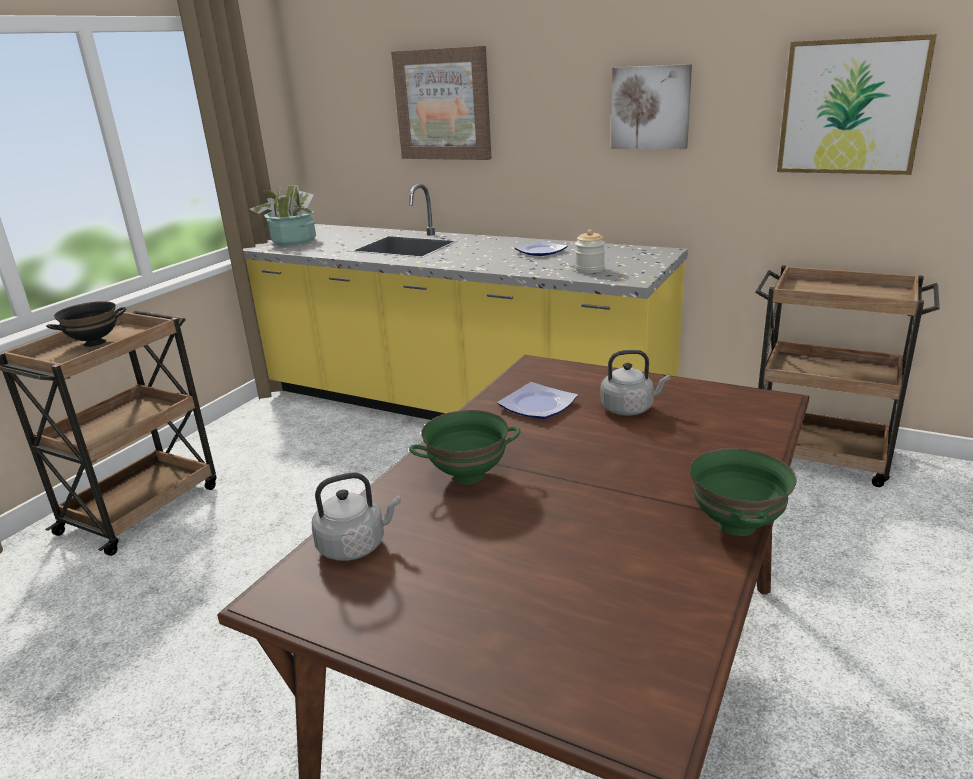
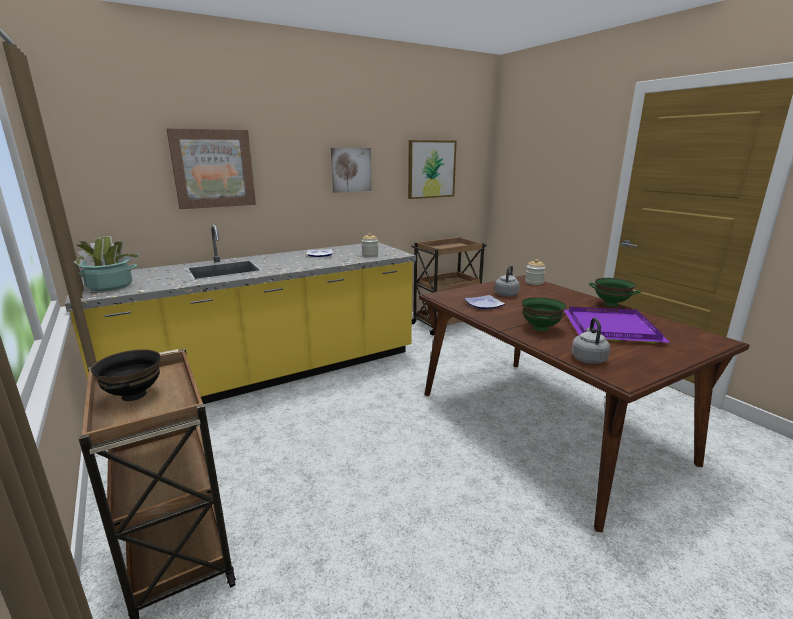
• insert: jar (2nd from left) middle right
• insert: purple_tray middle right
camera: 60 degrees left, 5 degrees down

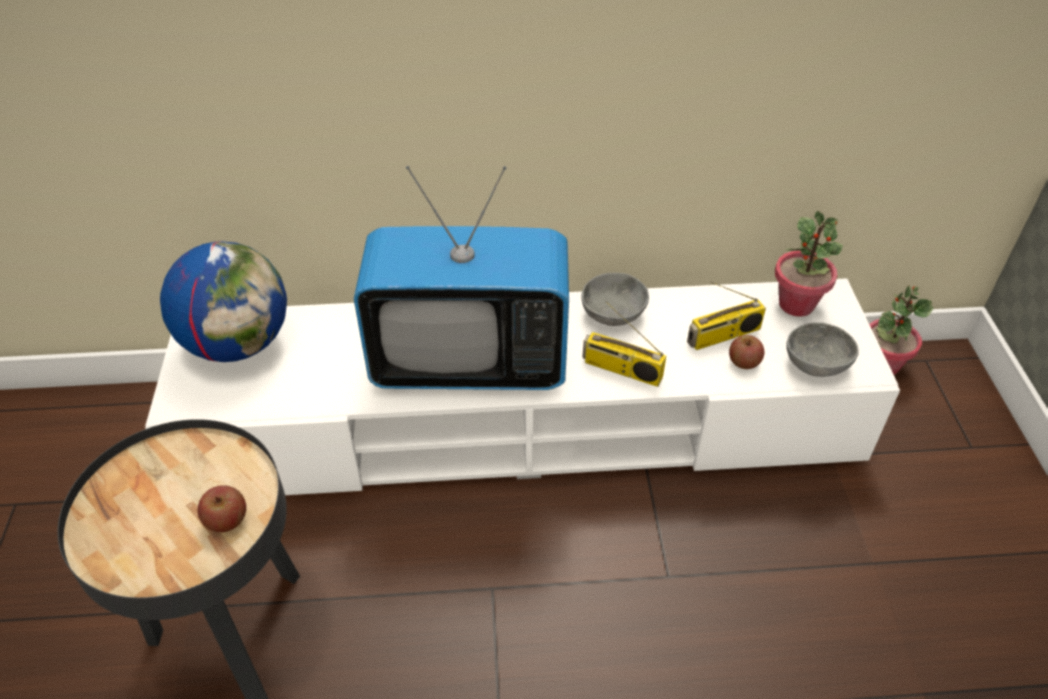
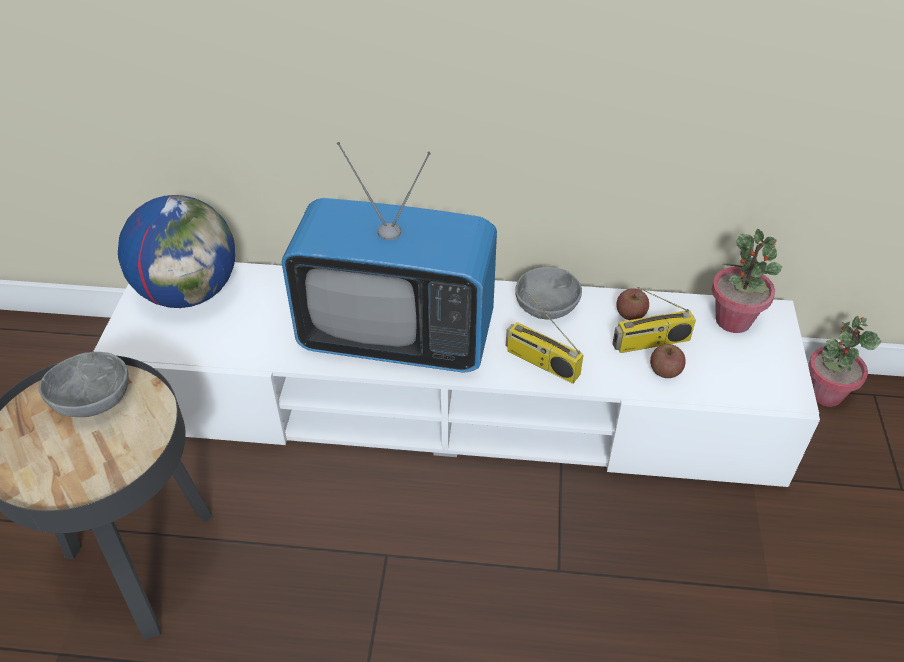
• move: grey_bowl (2nd from left in the first image) middle right to grey_bowl (1st from left) middle left
• move: apple (1st from left) bottom left to middle right
camera: 10 degrees right, 0 degrees up

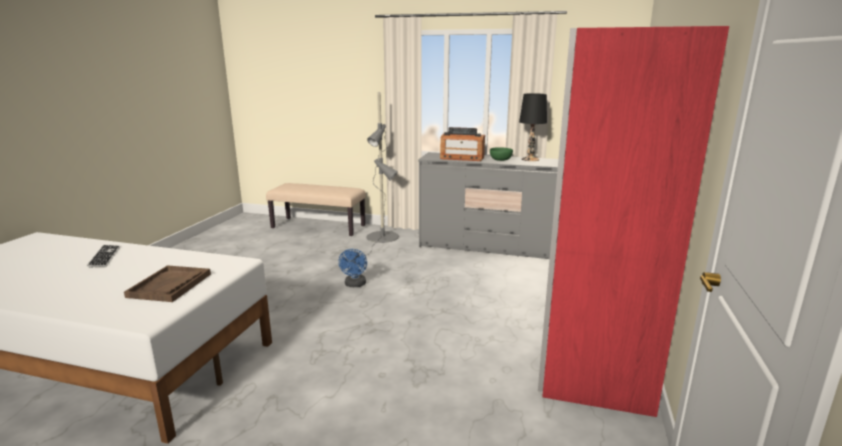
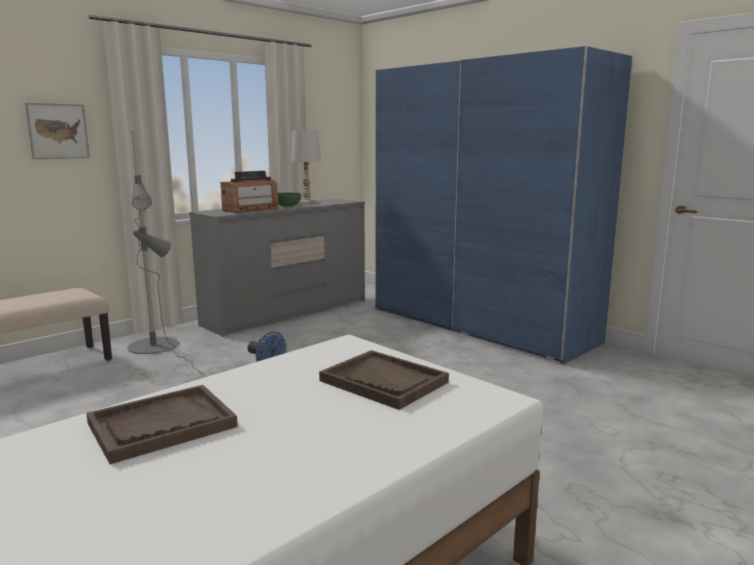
• insert: picture top left
• replace: keyboard middle left to brown_tray (1st from left) bottom left
• recolor: black_table_lamp top centre to white_table_lamp top centre
• recolor: red_wardrobe middle right to blue_wardrobe middle right
camera: 60 degrees left, 5 degrees down

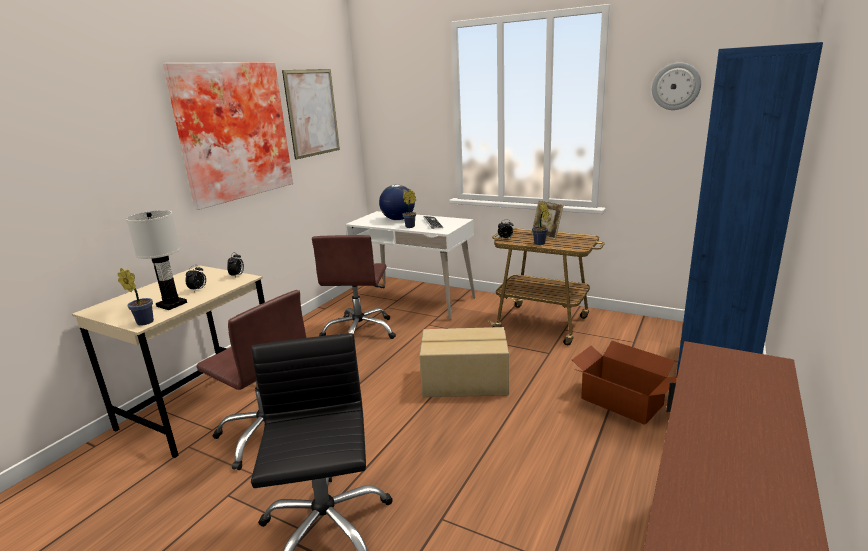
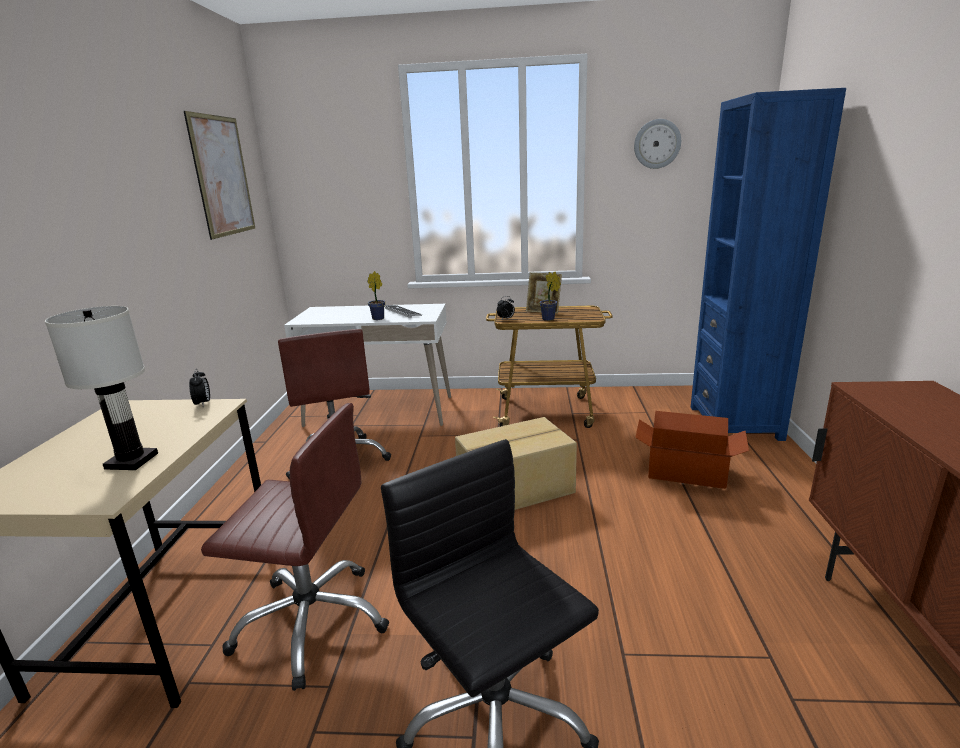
• delete: potted_plant (1st from left) middle left
• delete: picture (1st from left) top left
• delete: alarm_clock (1st from left) middle left
• delete: globe centre
camera: 25 degrees left, 0 degrees up

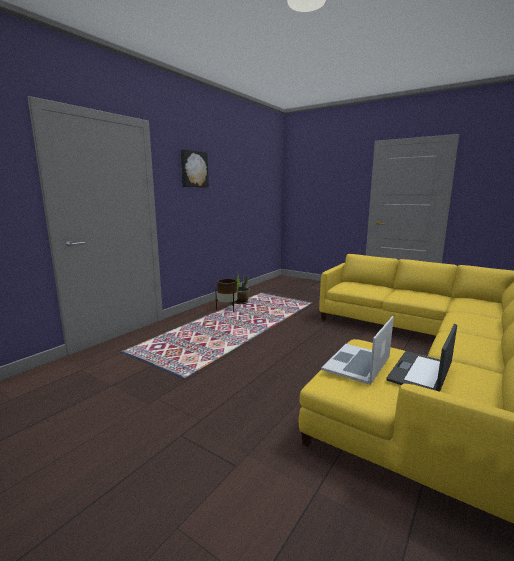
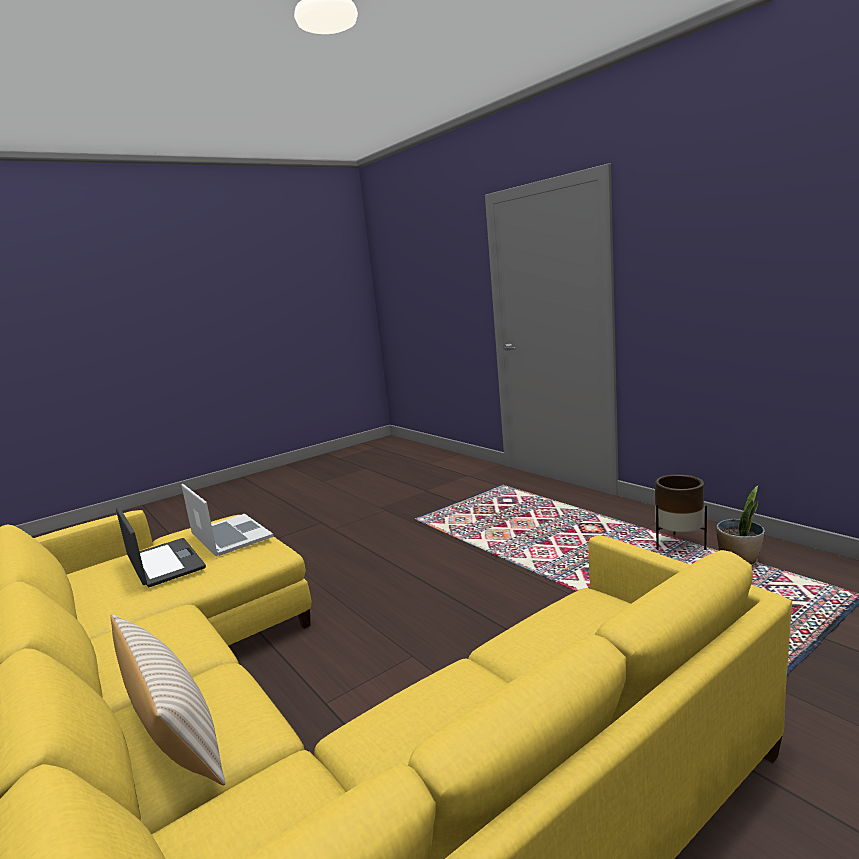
• insert: beige_pillow bottom left
• delete: picture top centre
camera: 110 degrees right, 0 degrees up

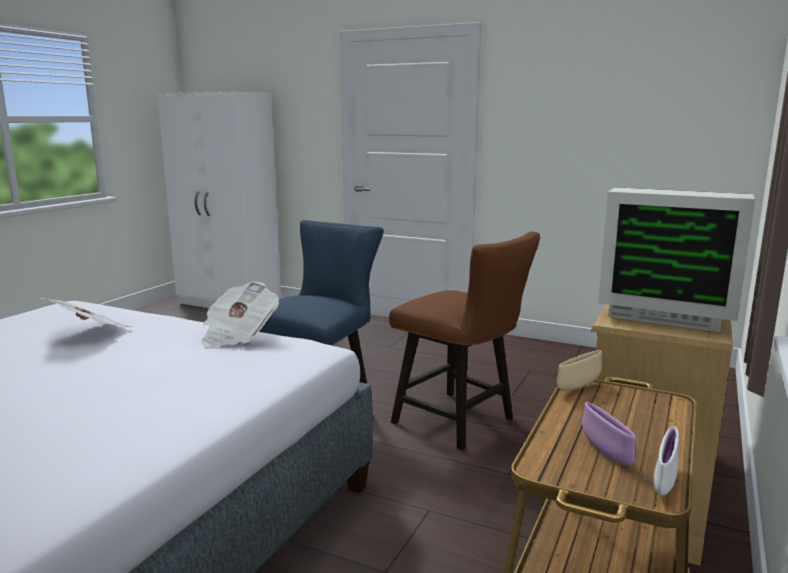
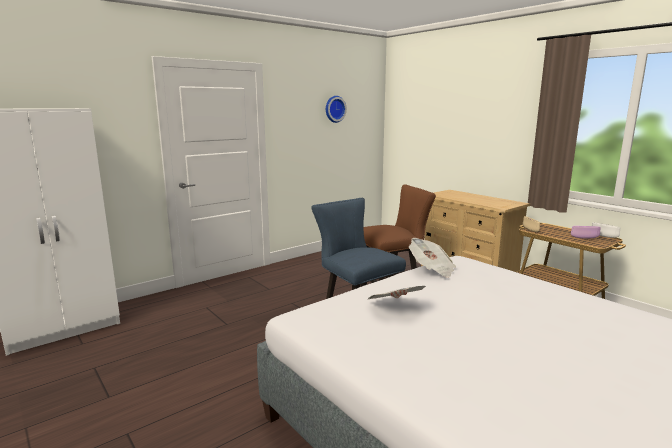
• insert: wall_clock top centre
• delete: monitor middle right
camera: 65 degrees left, 0 degrees up

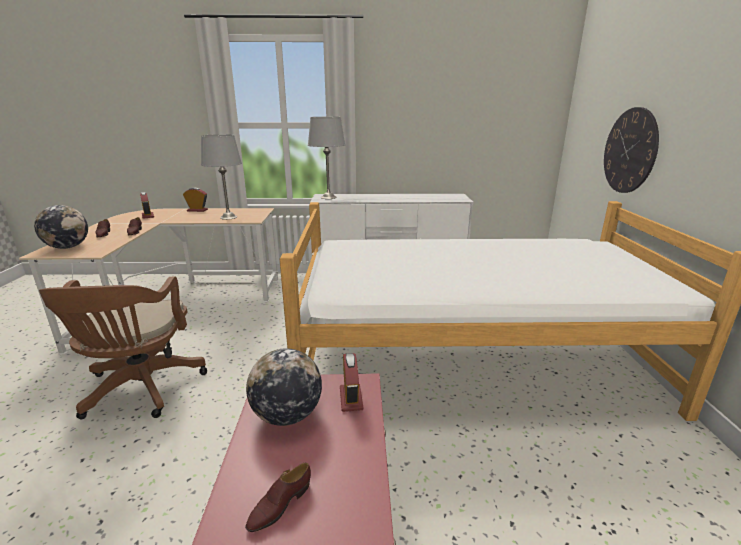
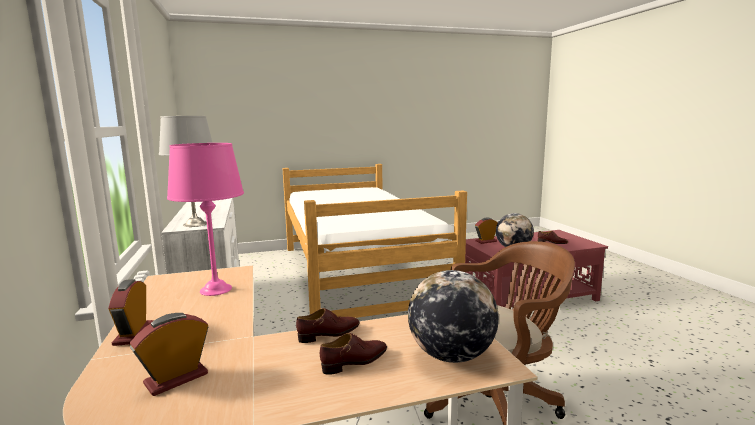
• recolor: grey_table_lamp (1st from left) top left to pink_table_lamp middle left
• delete: wall_clock top right
camera: 105 degrees left, 10 degrees down

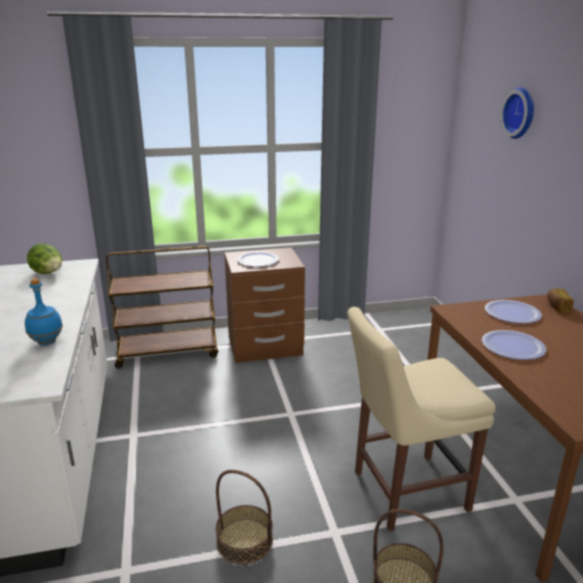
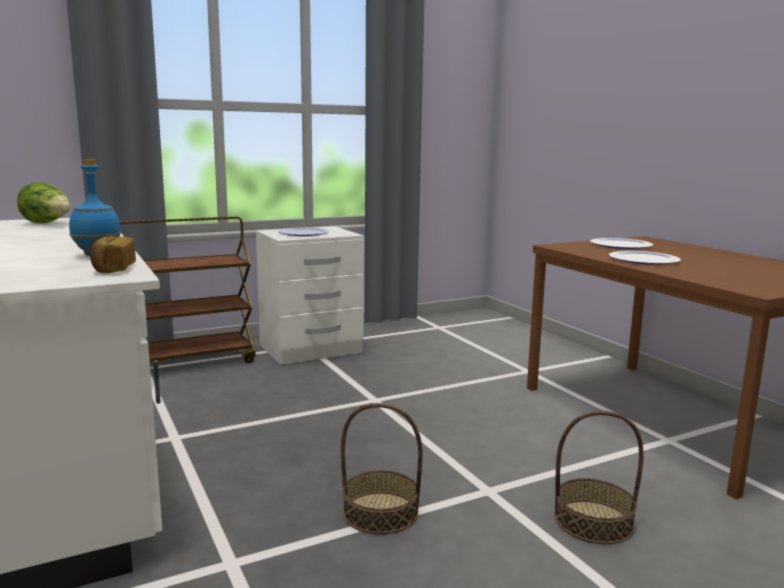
• move: bread middle right to middle left
• recolor: brown_nightstand centre to white_nightstand centre
• delete: beige_chair bottom right
• delete: wall_clock top right
camera: 15 degrees left, 10 degrees down

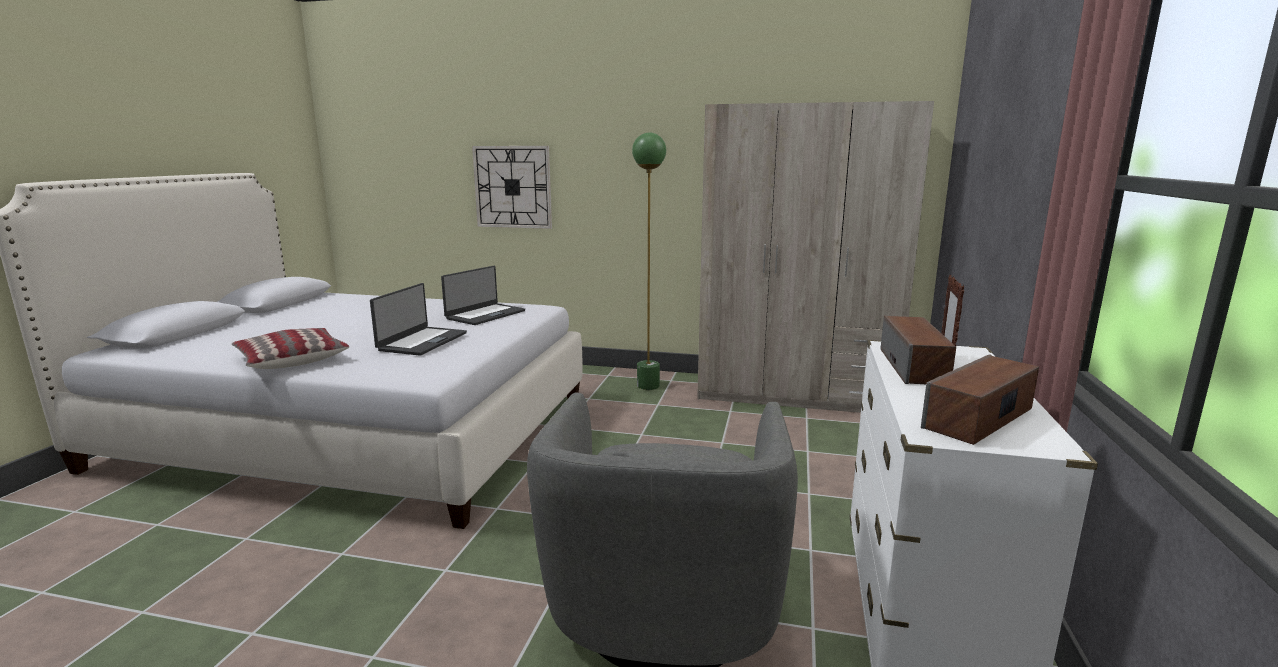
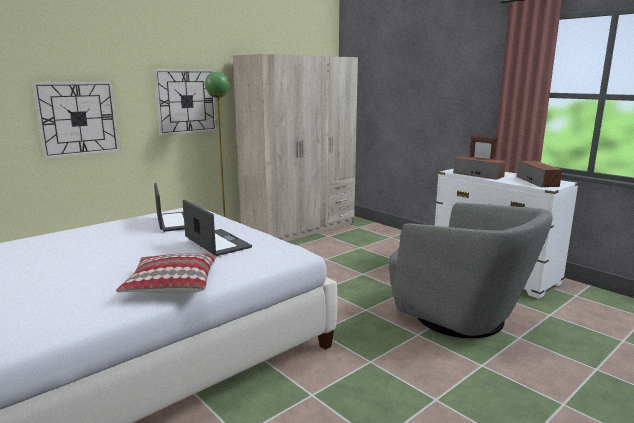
• insert: wall_clock (2nd from left) top left
camera: 55 degrees left, 0 degrees up

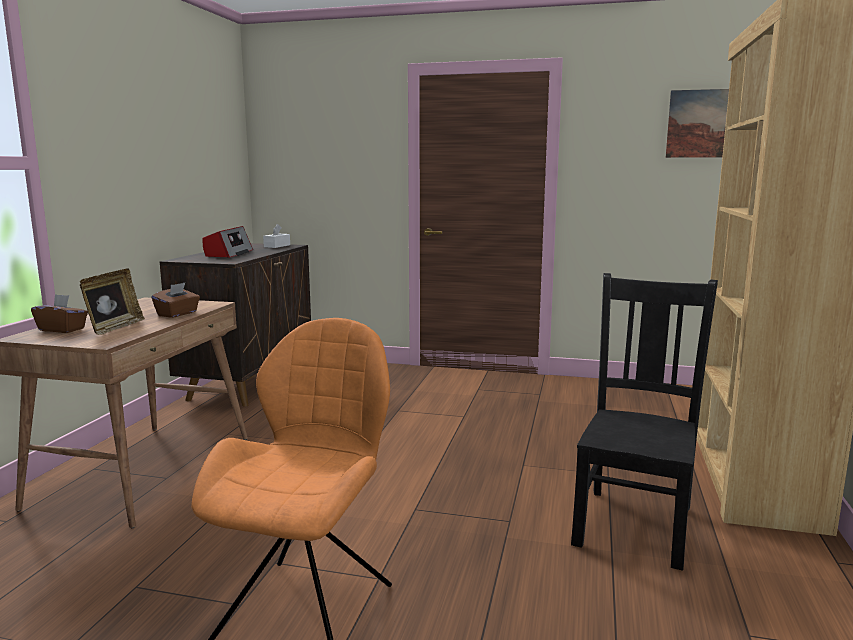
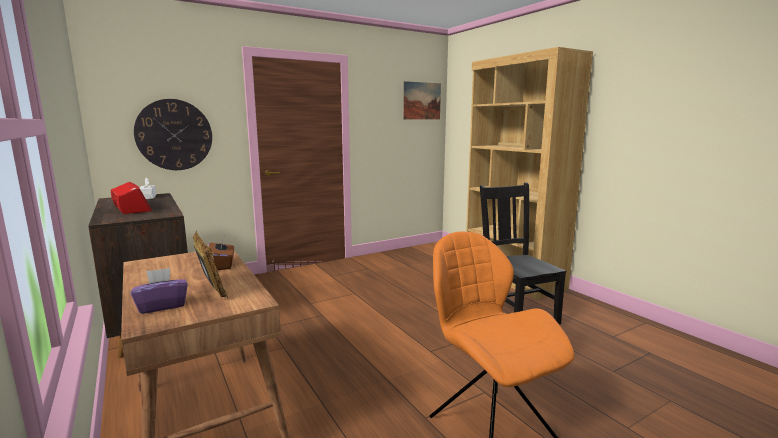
• recolor: brown_tissue_box (1st from left) middle left to purple_tissue_box middle left
• insert: wall_clock top left
camera: 45 degrees left, 0 degrees up

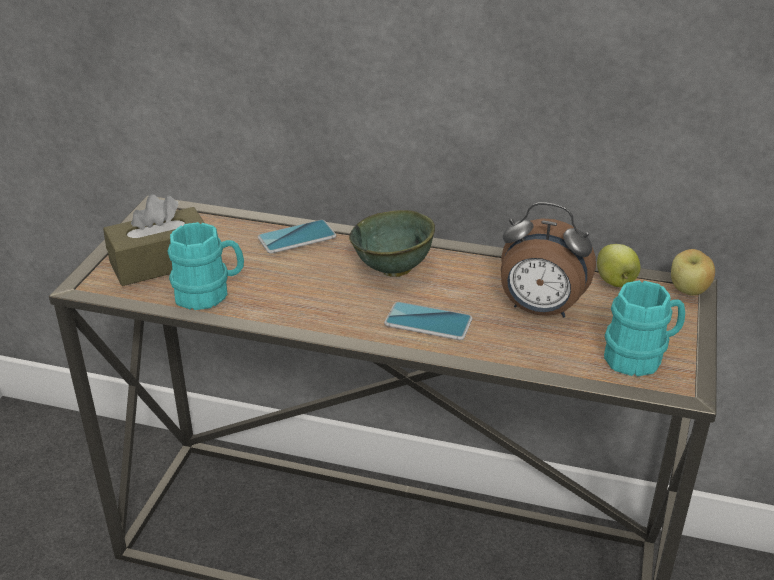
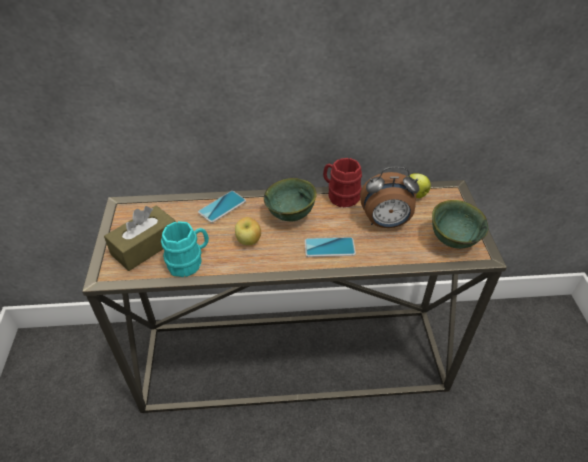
• move: apple (2nd from left in the first image) middle right to apple (1st from left) centre
• insert: red_mug centre
• replace: turquoise_mug (2nd from left) middle right to green_bowl (2nd from left) middle right
camera: 20 degrees left, 10 degrees up

